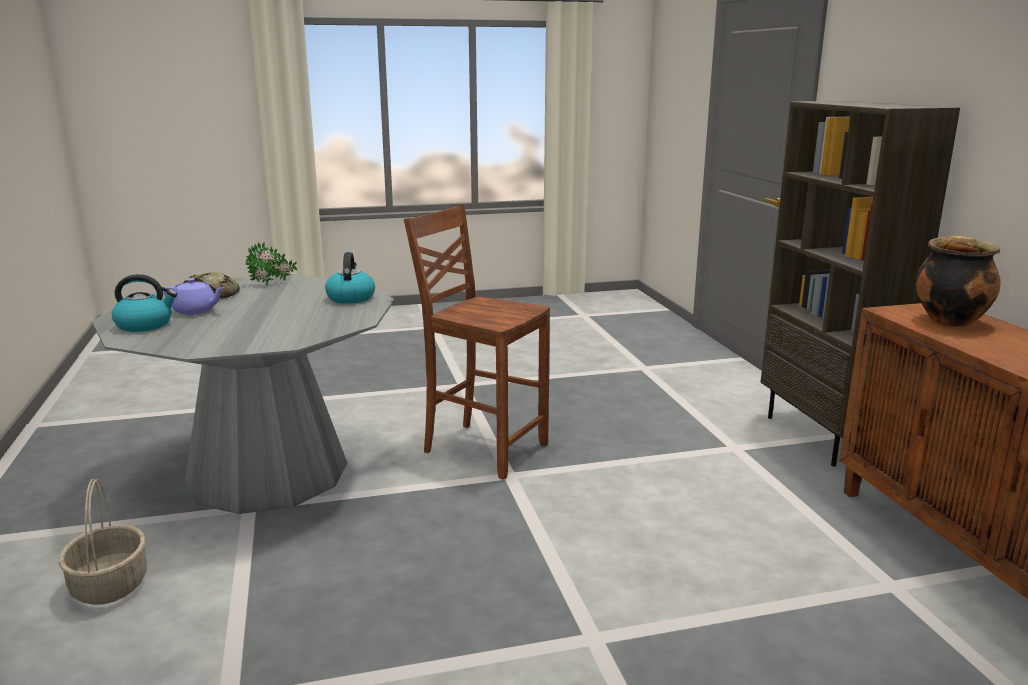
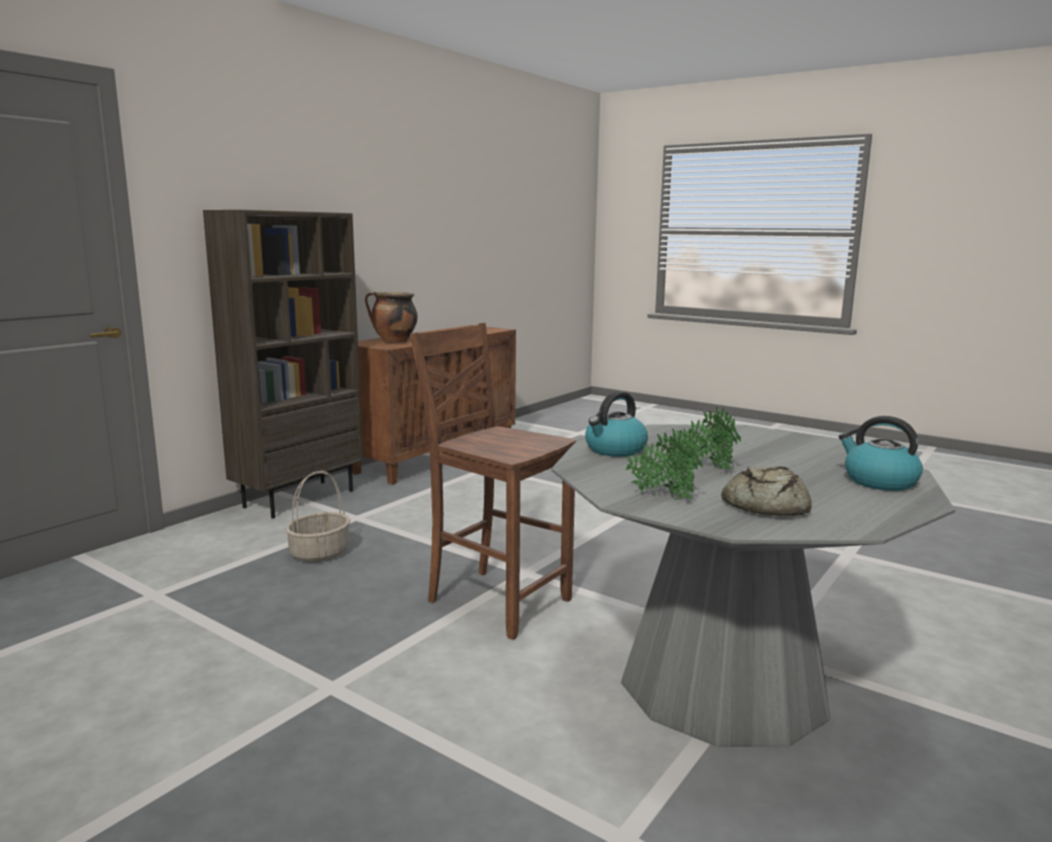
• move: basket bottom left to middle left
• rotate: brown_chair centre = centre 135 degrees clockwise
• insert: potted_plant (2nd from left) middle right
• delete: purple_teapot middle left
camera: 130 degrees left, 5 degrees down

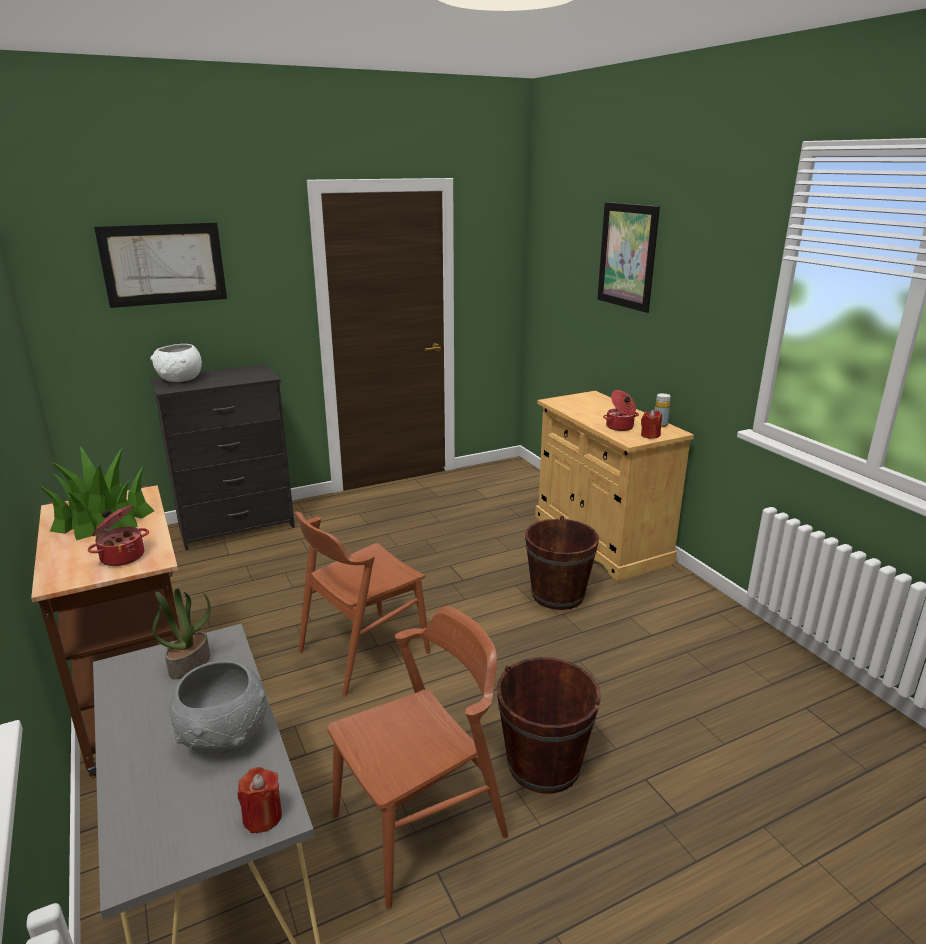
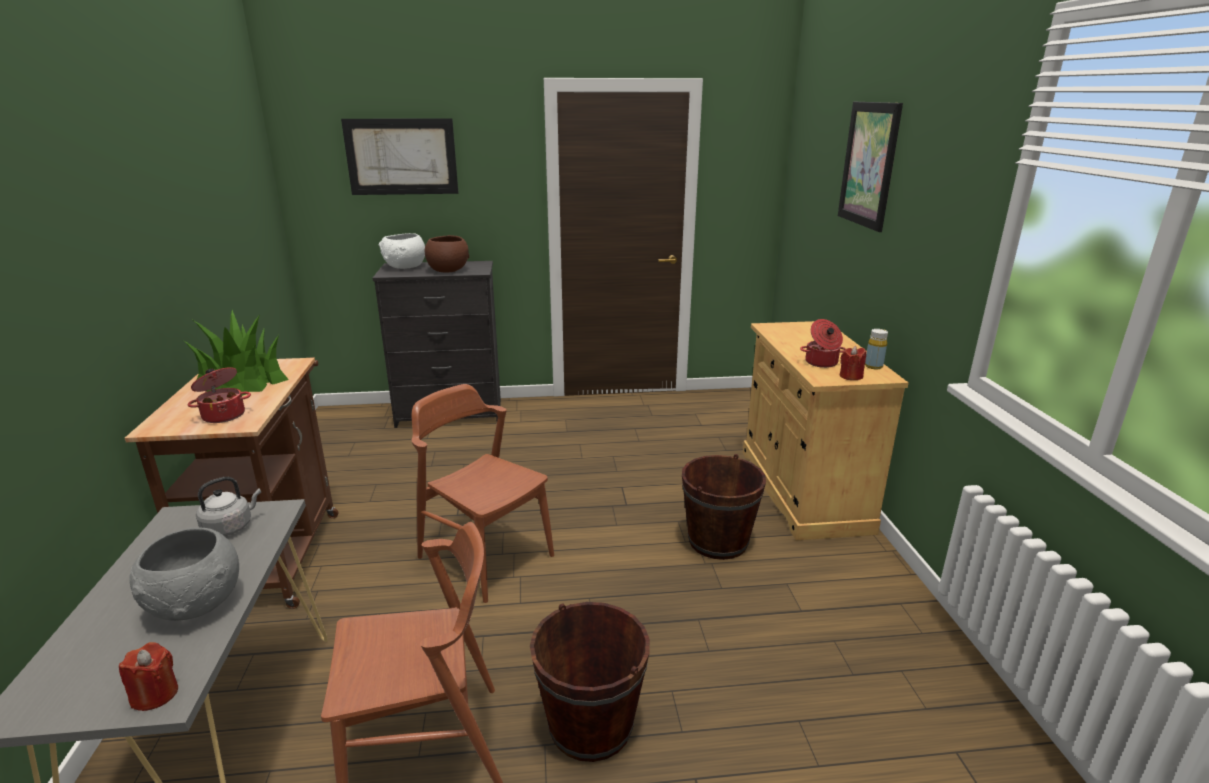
• replace: potted_plant (2nd from left) bottom left to grey_kettle middle left
• rotate: brown_chair (1st from left in the first image) centre = centre 60 degrees clockwise
• insert: brown_bowl top centre
camera: 20 degrees right, 0 degrees up

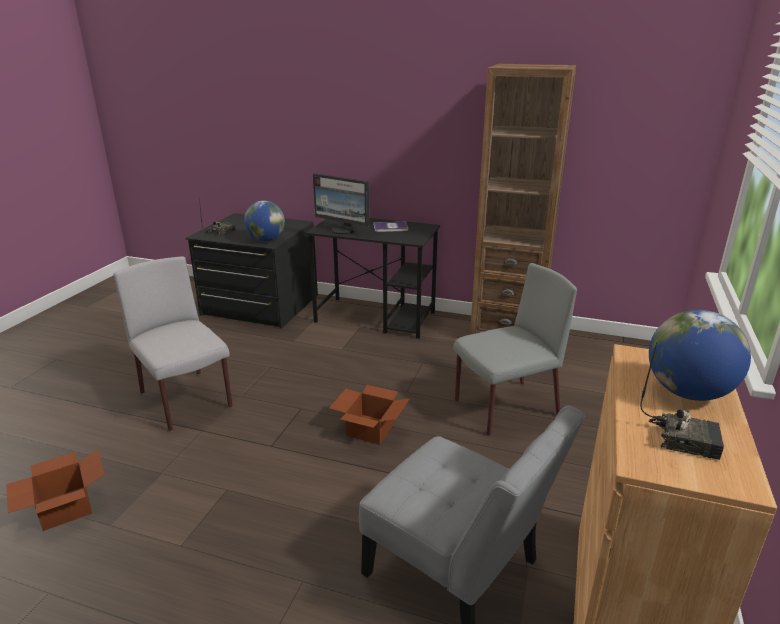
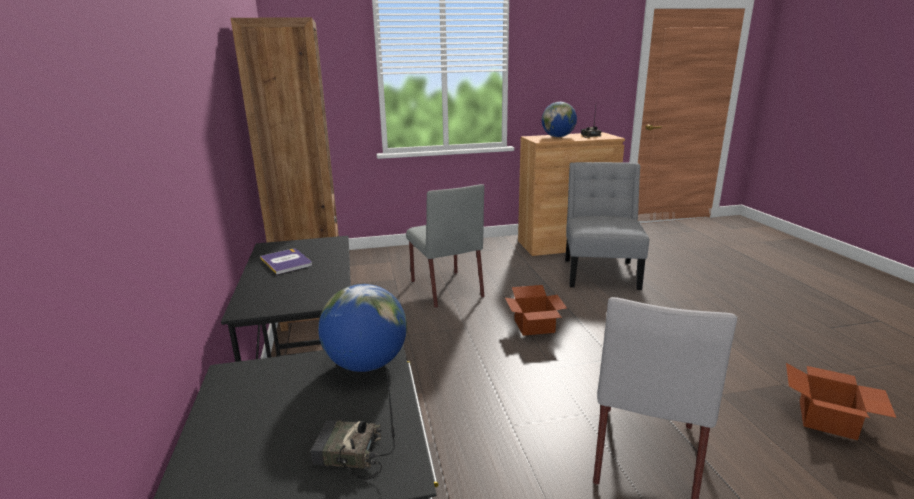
• rotate: grey_chair (3rd from left in the first image) centre = centre 150 degrees counterclockwise
• delete: monitor top centre
camera: 120 degrees left, 5 degrees down

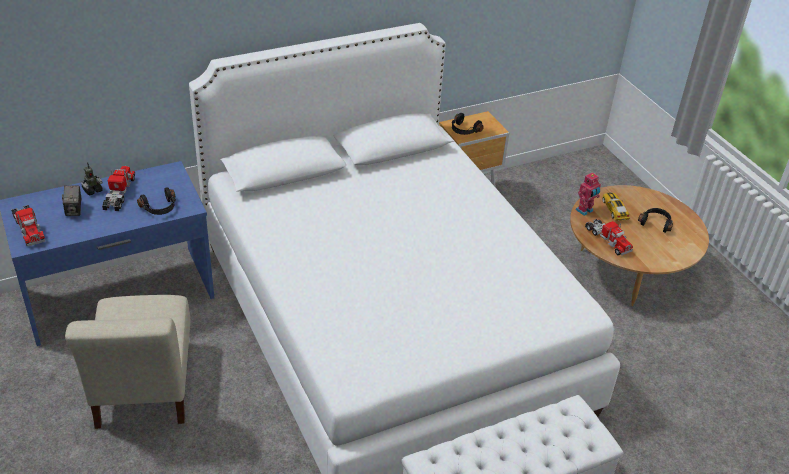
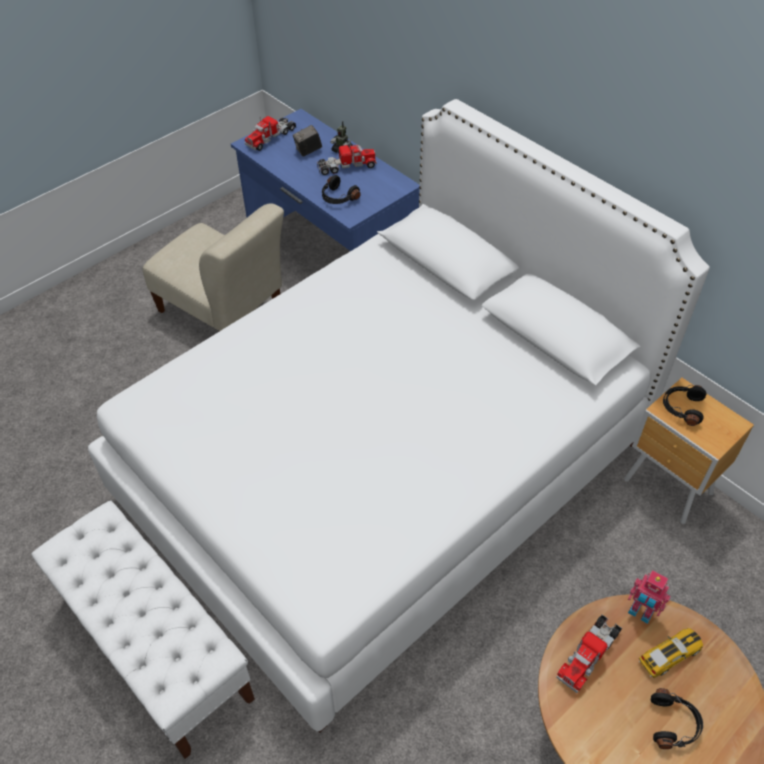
• rotate: beige_chair bottom left = middle left 120 degrees counterclockwise
camera: 75 degrees right, 10 degrees up

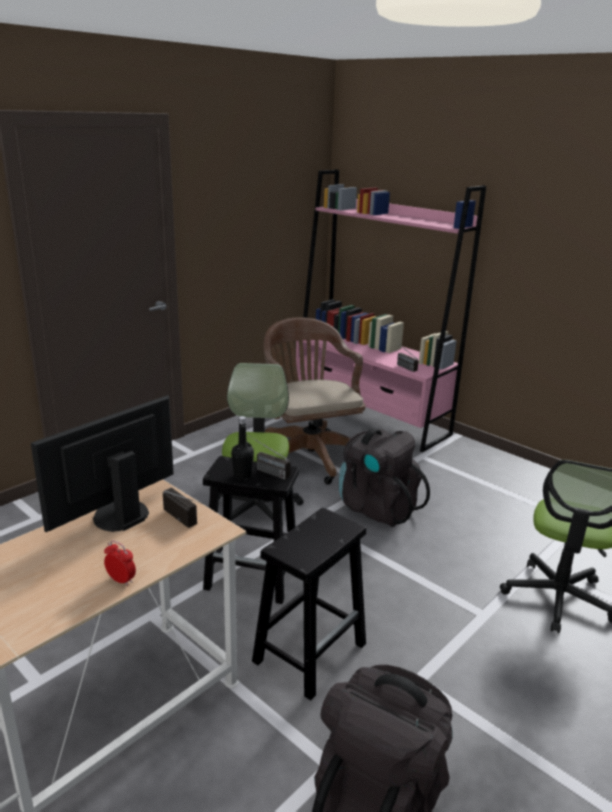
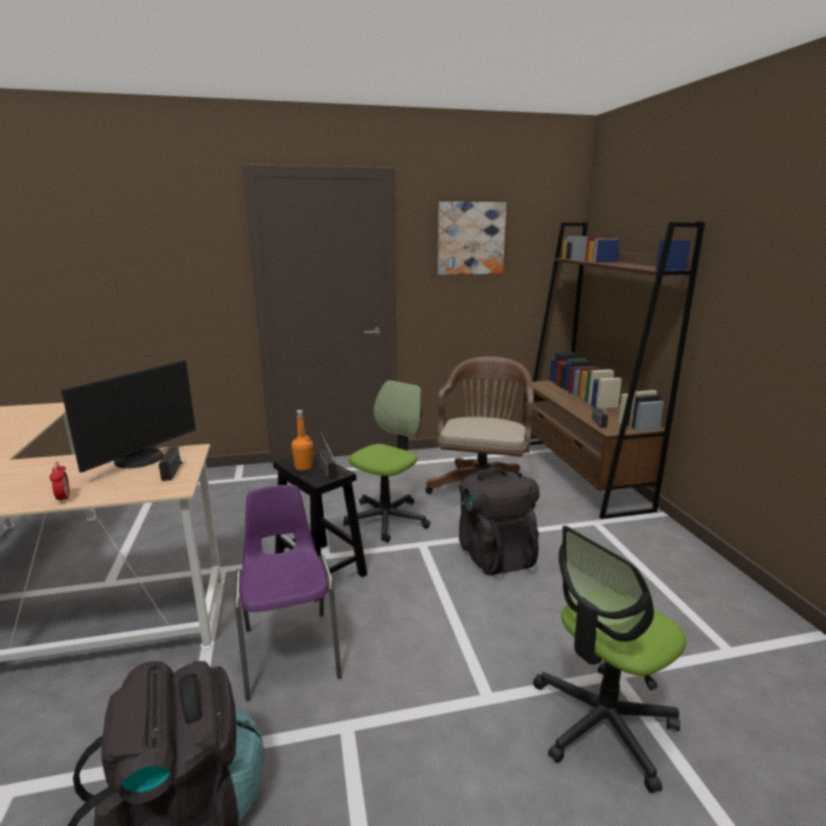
• rotate: monitor middle left = middle left 135 degrees clockwise
• replace: black_stool (2nd from left) bottom centre to purple_chair bottom centre
• recolor: black_bottle centre to orange_bottle centre
• insert: picture top centre
• recolor: pink_bookcase centre to brown_bookcase middle right
camera: 35 degrees right, 5 degrees down

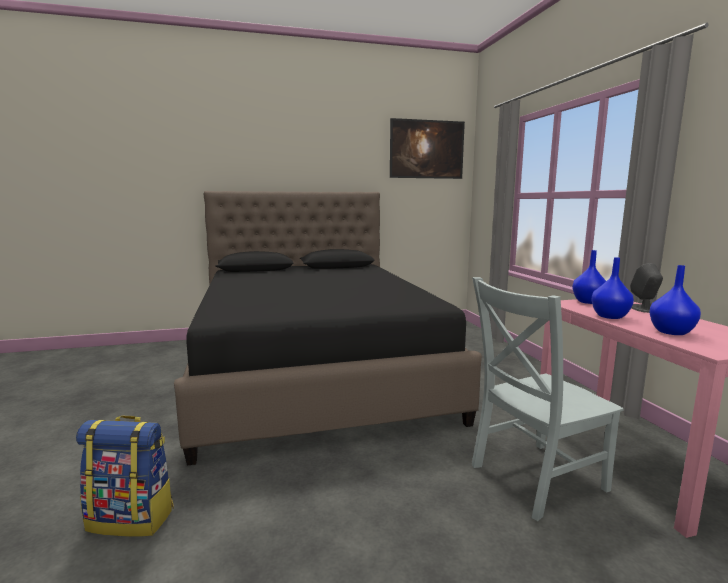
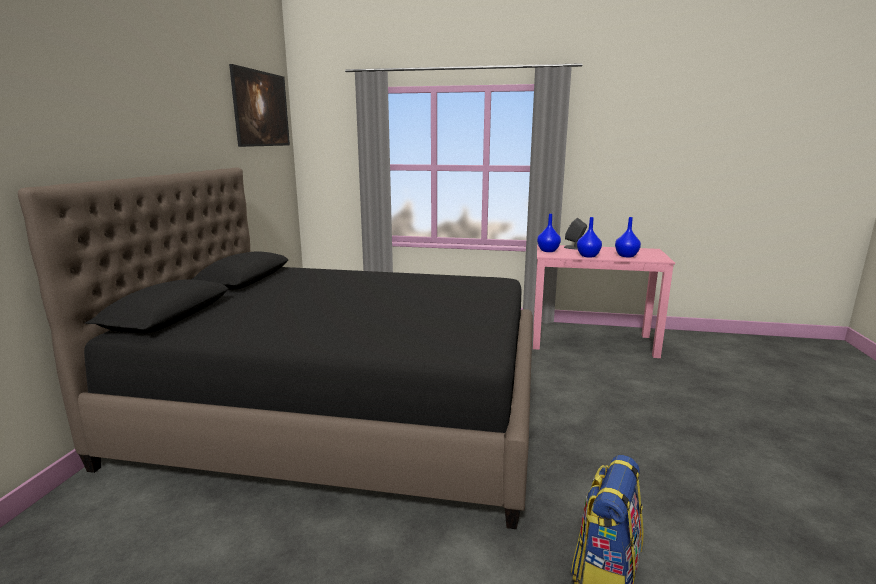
• delete: grey_chair bottom right
camera: 65 degrees left, 5 degrees up

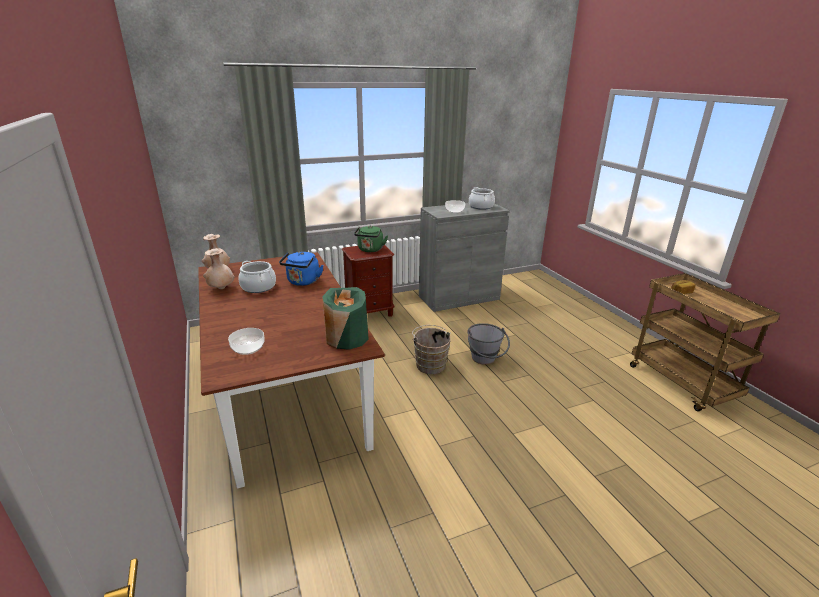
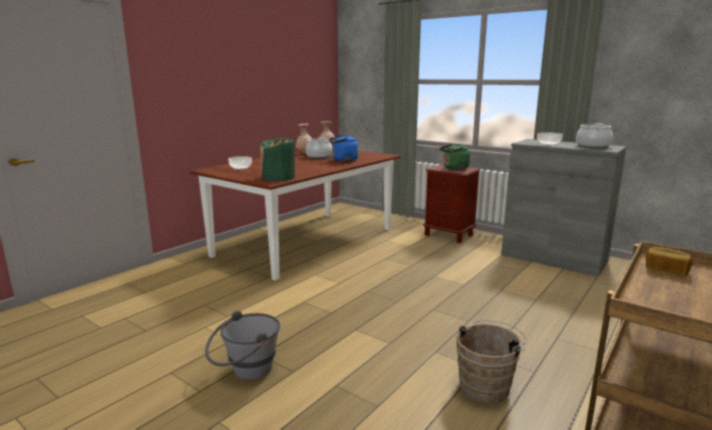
• move: grey_bucket centre to bottom centre
• move: brown_bucket centre to bottom right
camera: 60 degrees right, 10 degrees down

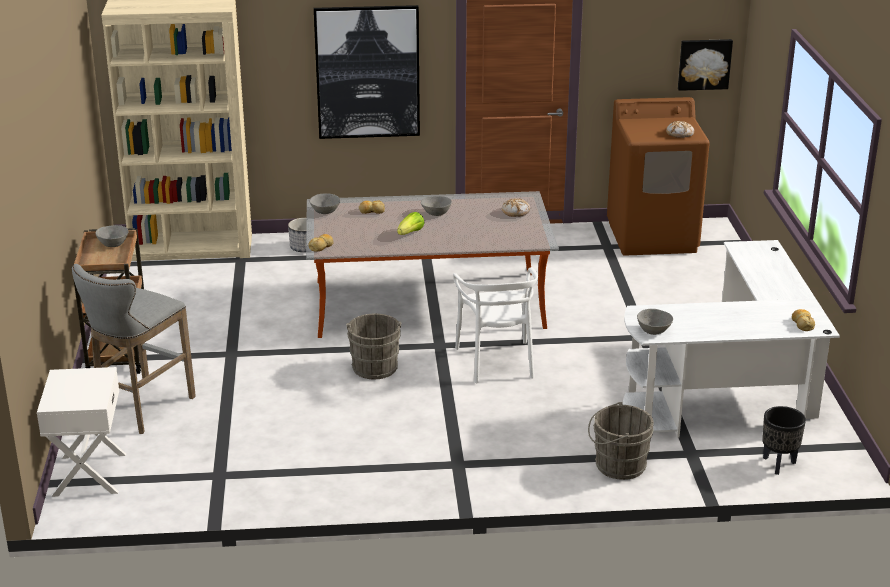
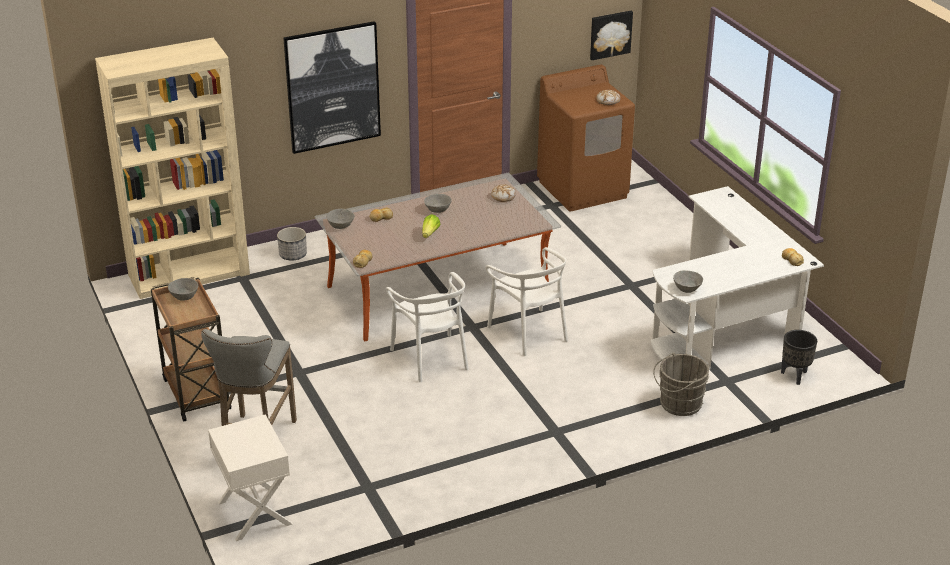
• replace: grey_bucket (1st from left) centre to white_chair (1st from left) centre
camera: 20 degrees left, 5 degrees up

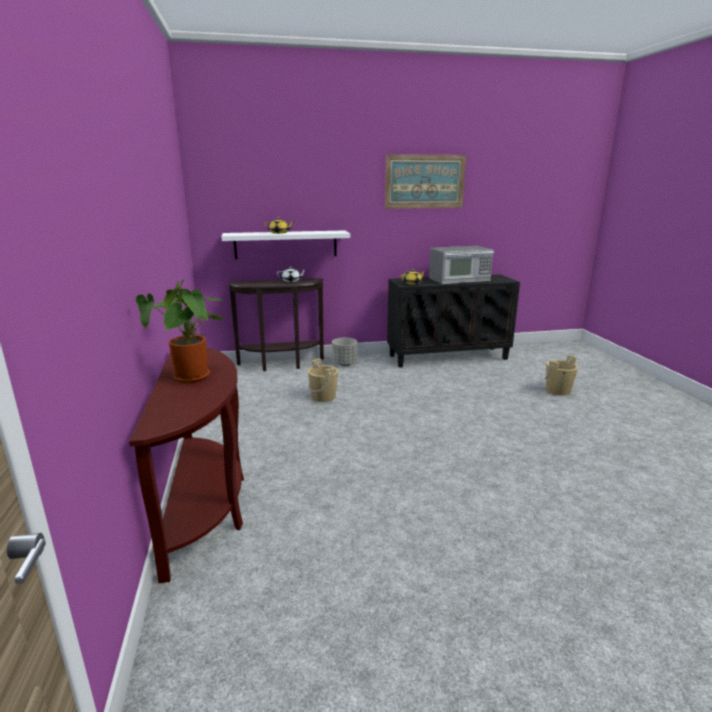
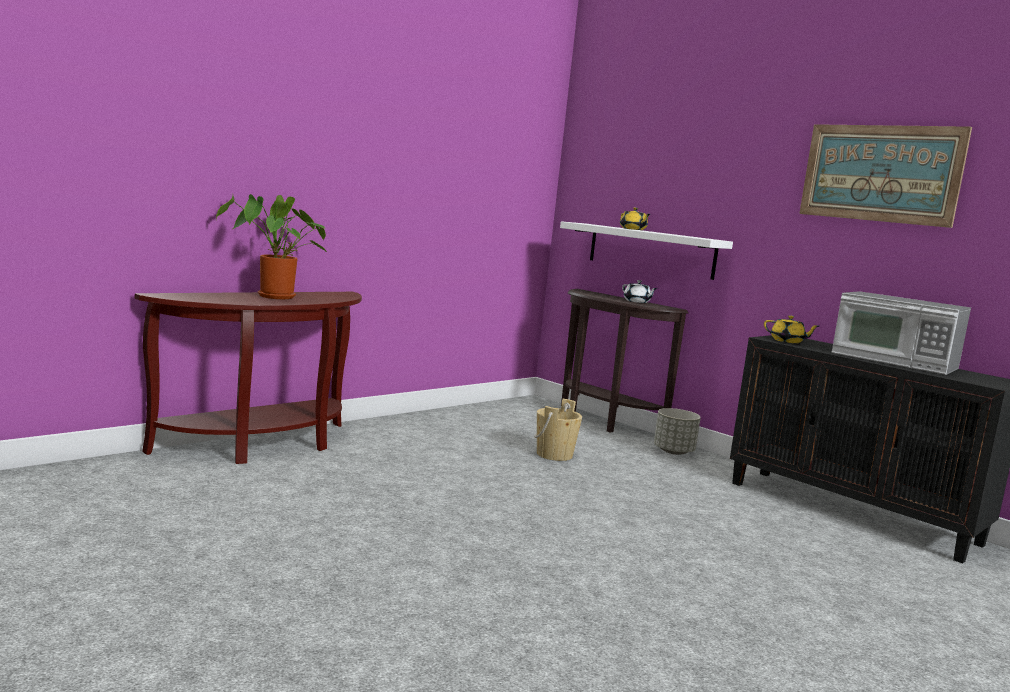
• delete: beige_bucket (2nd from left) middle right
camera: 55 degrees right, 10 degrees down

